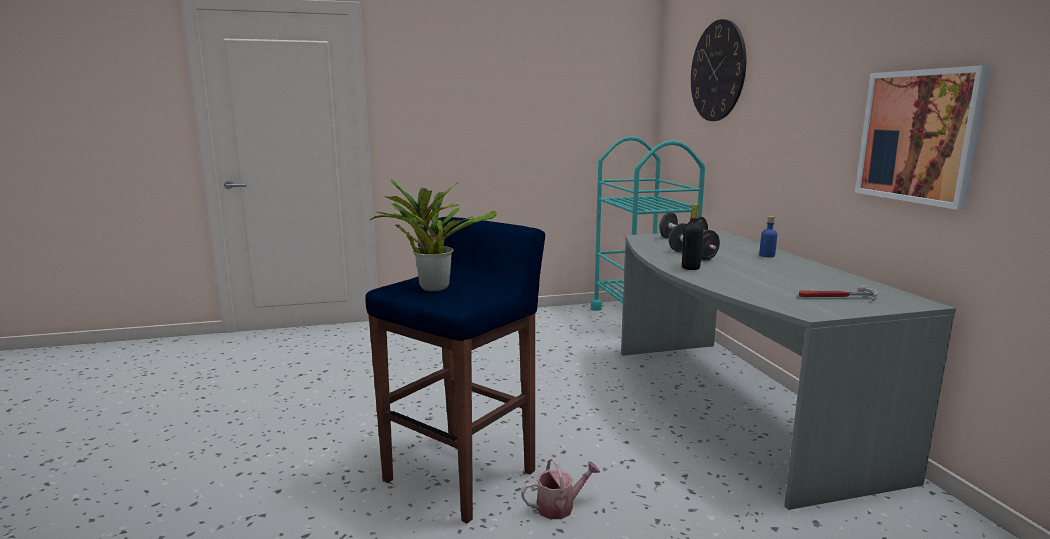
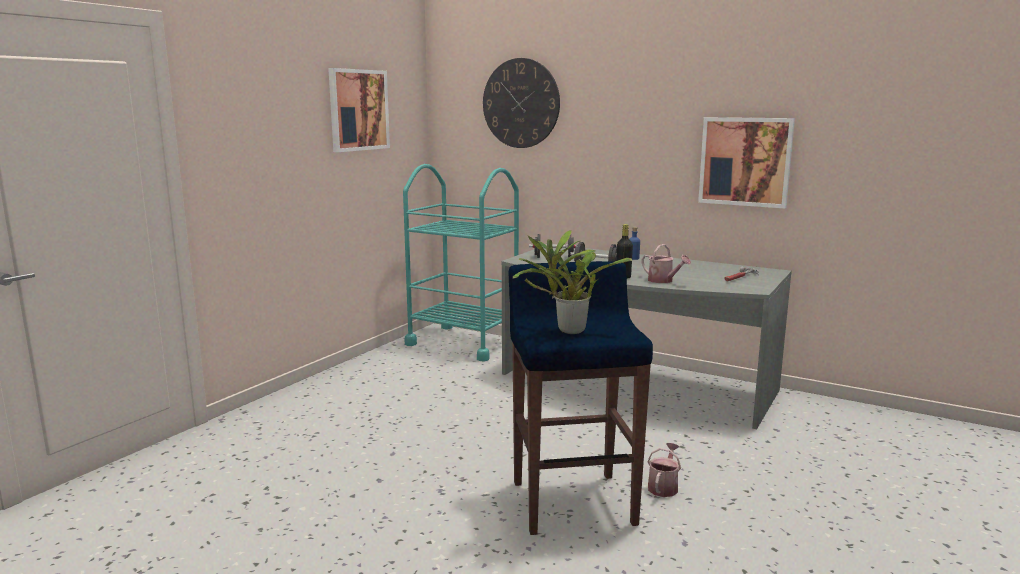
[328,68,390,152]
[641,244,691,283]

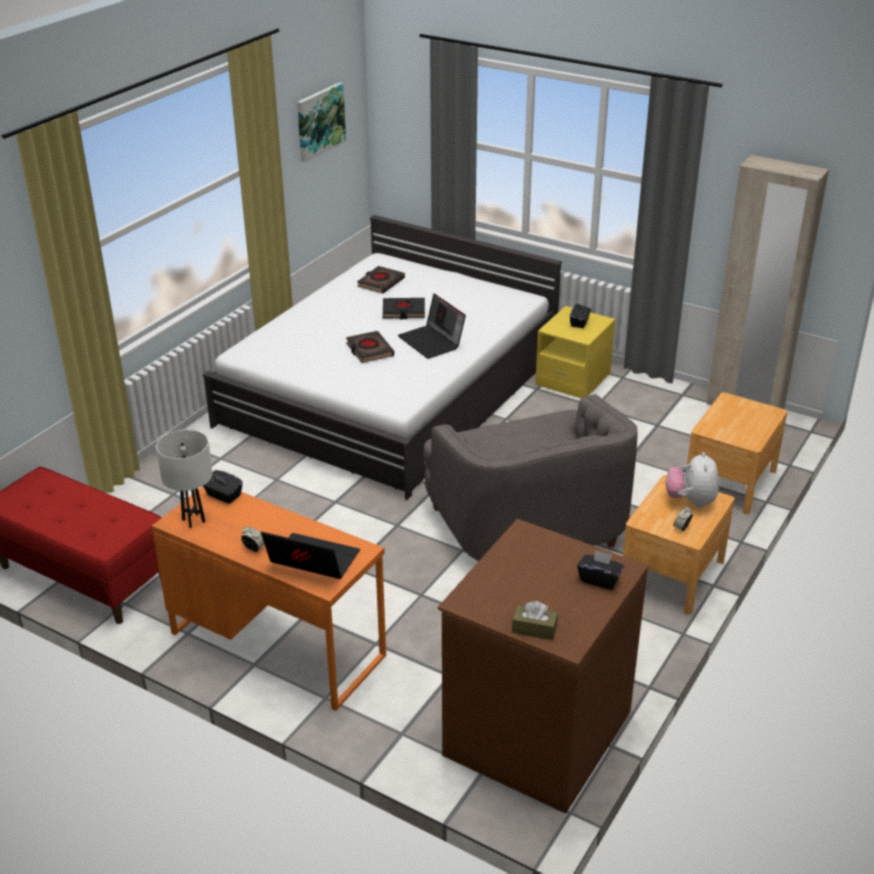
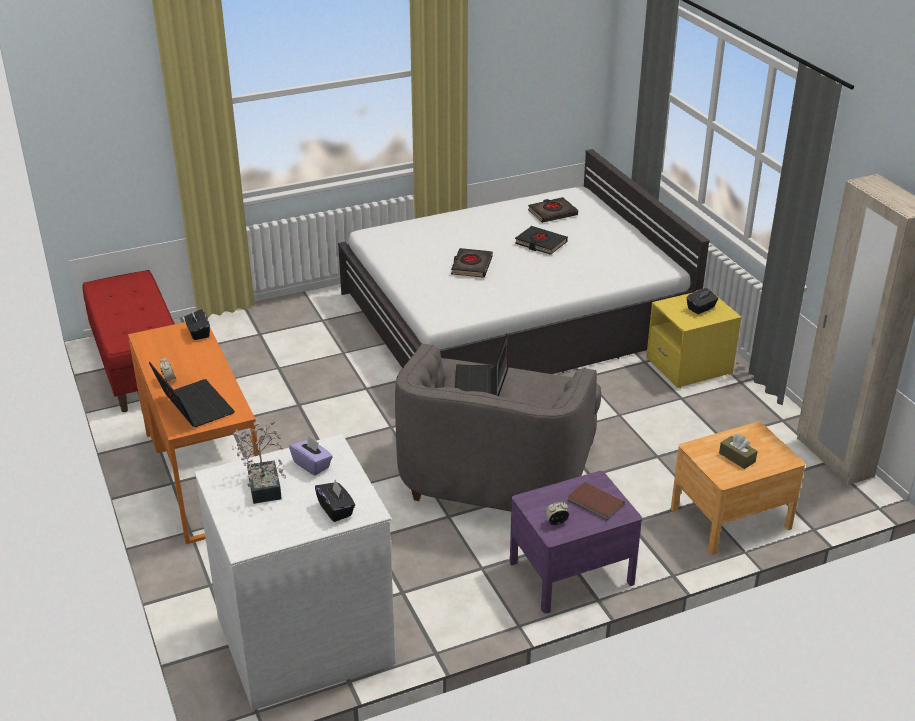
[156,430,212,528] (first image)
[297,82,346,163] (first image)
[455,333,508,396]
[194,434,396,710]
[719,434,758,469]
[510,471,642,613]
[567,482,625,521]
[231,421,286,504]
[289,435,333,476]

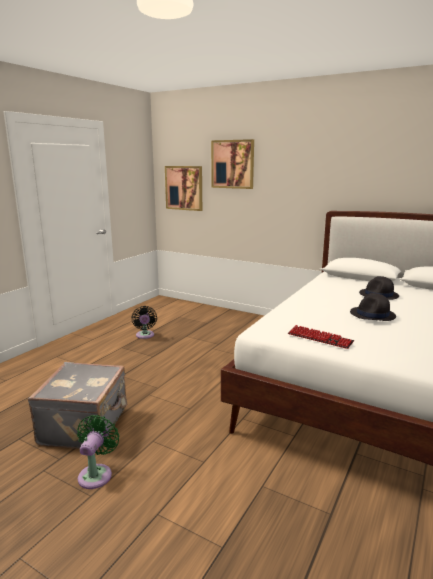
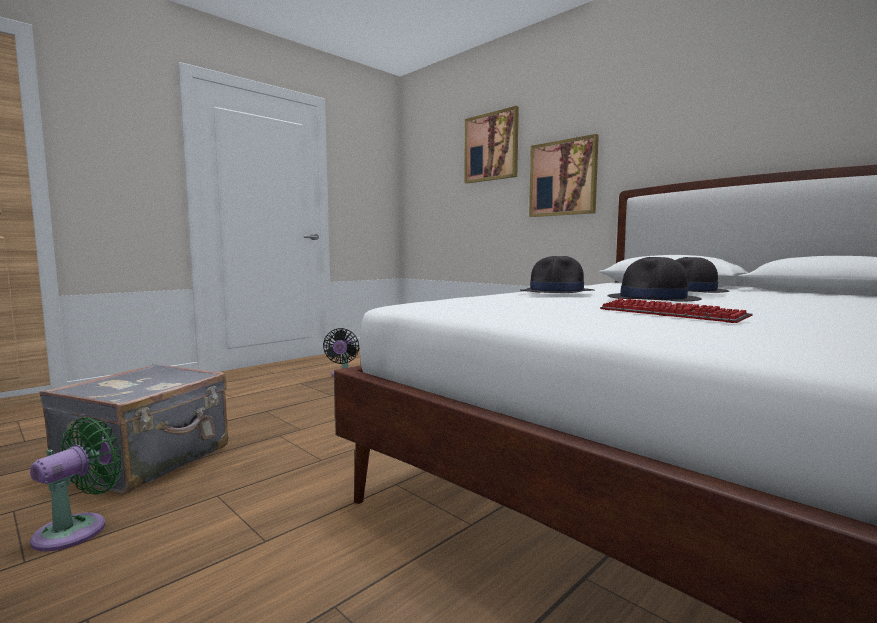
[529,134,599,217]
[600,298,753,323]
[520,256,595,293]

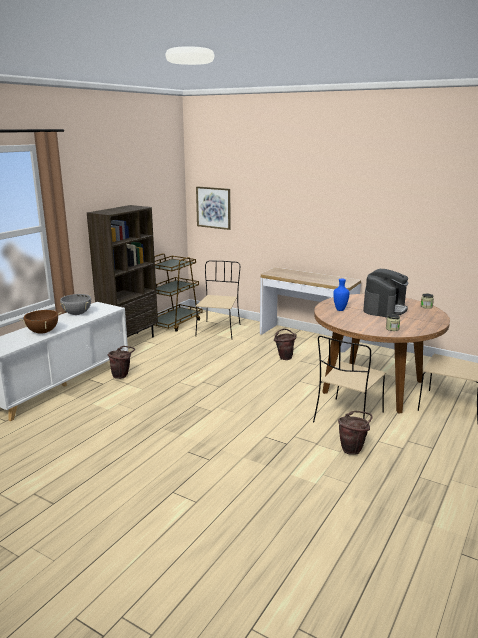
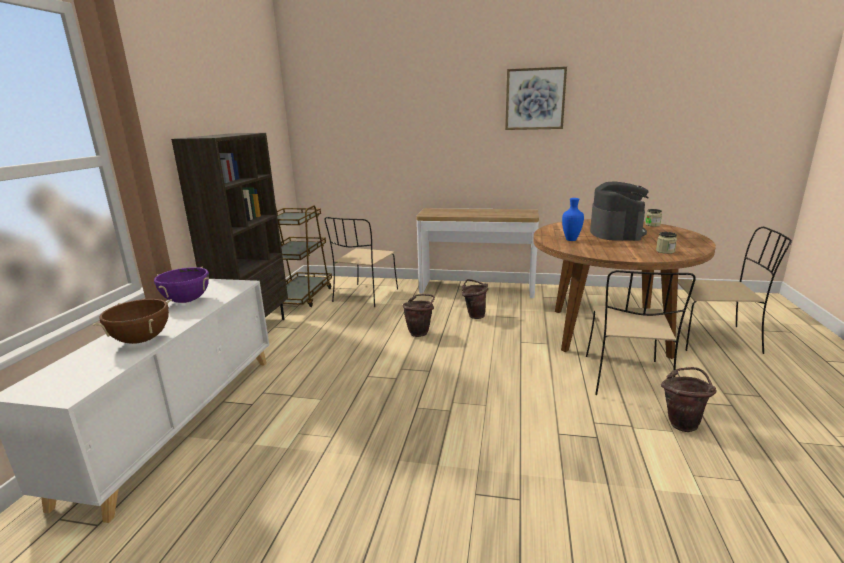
[154,266,209,303]
[402,294,435,337]
[325,217,398,307]
[505,66,567,130]

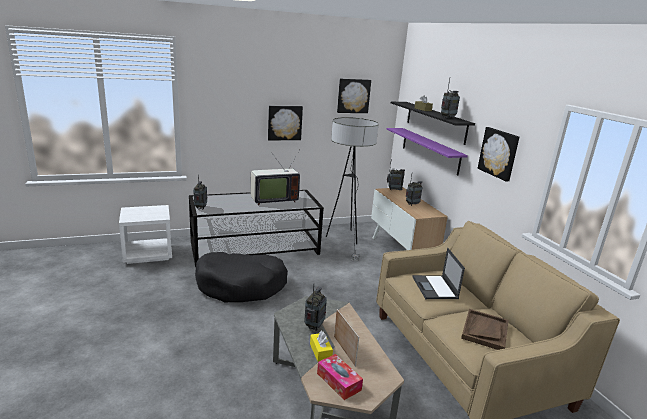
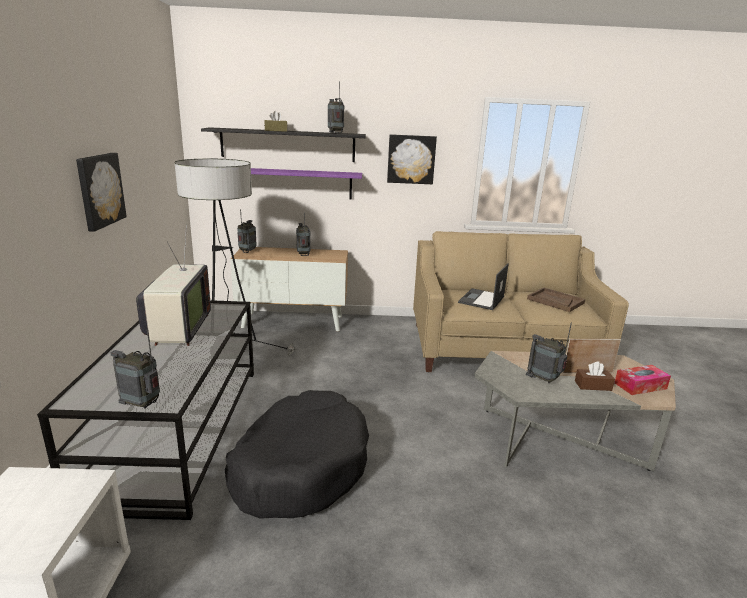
[575,361,615,391]
[337,79,371,113] (first image)
[458,263,509,310]

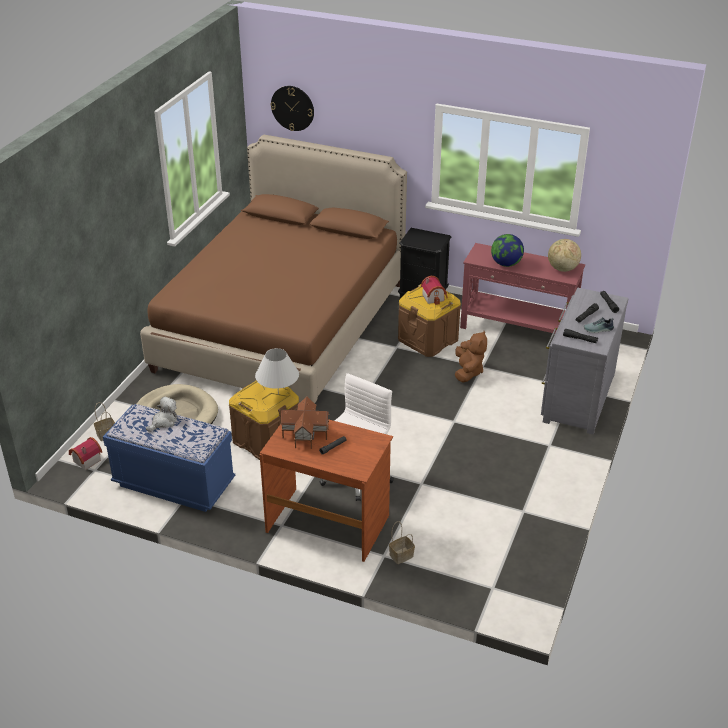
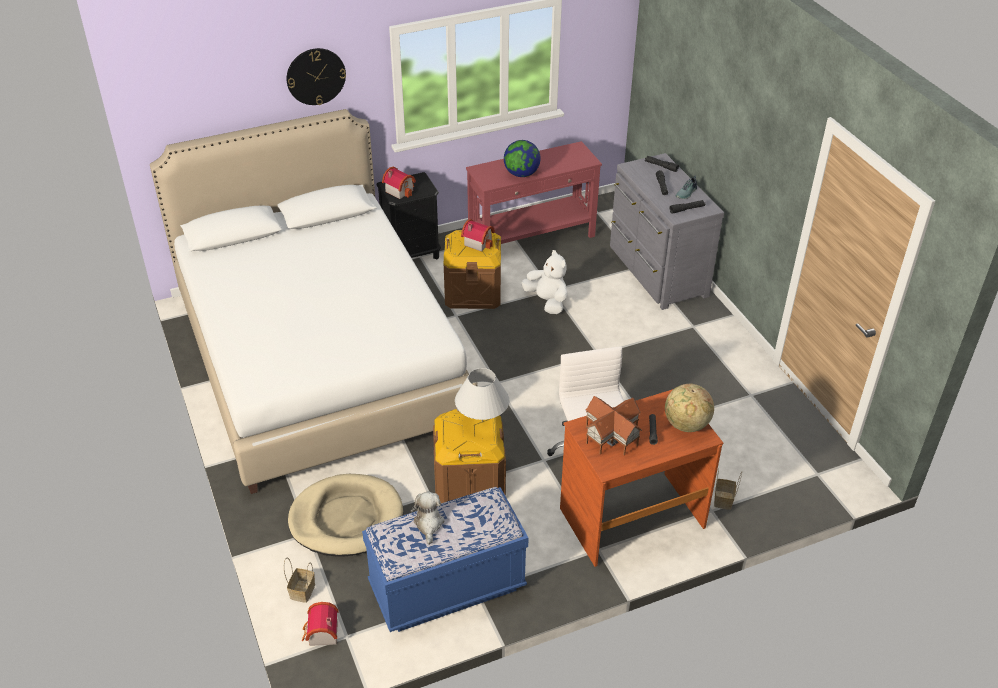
[150,109,478,494]
[287,48,346,105]
[522,250,568,314]
[665,384,714,432]
[382,167,416,199]

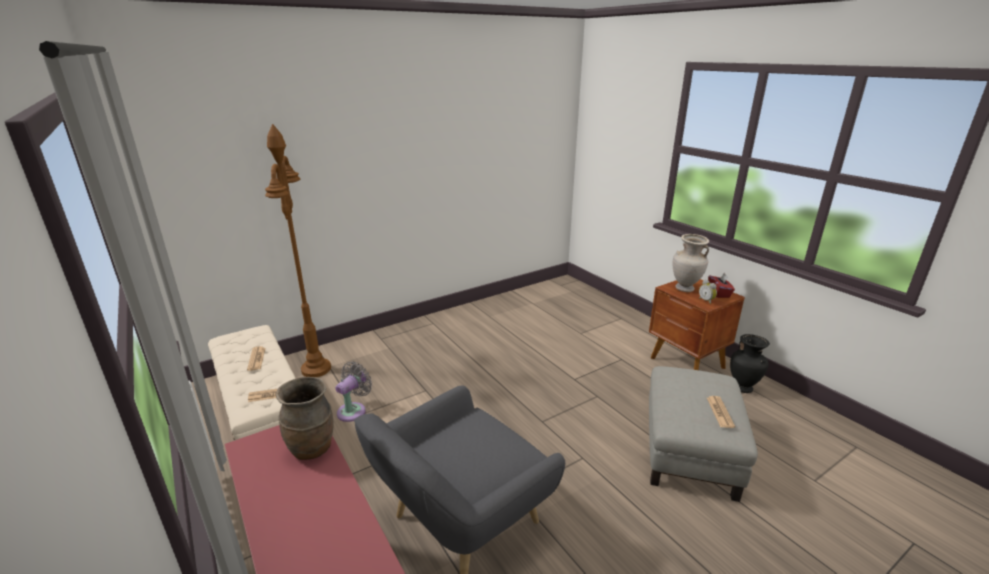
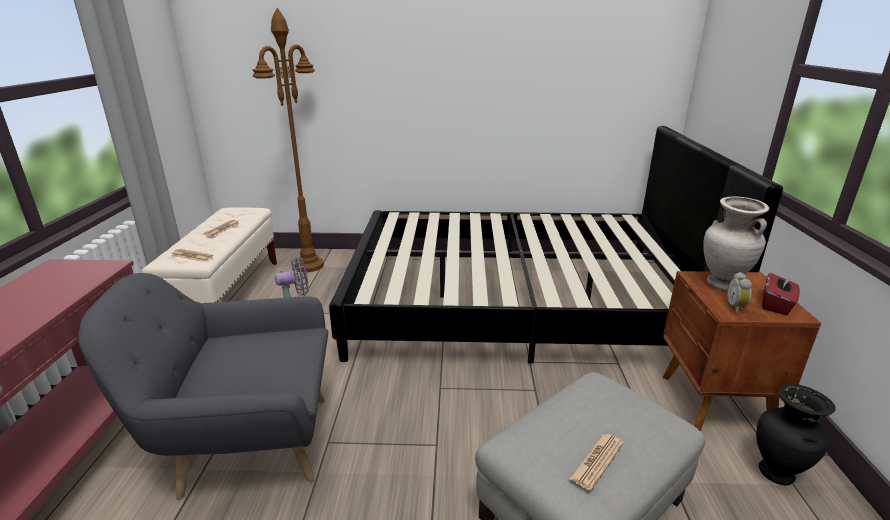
[276,377,333,460] (first image)
[329,126,783,363]

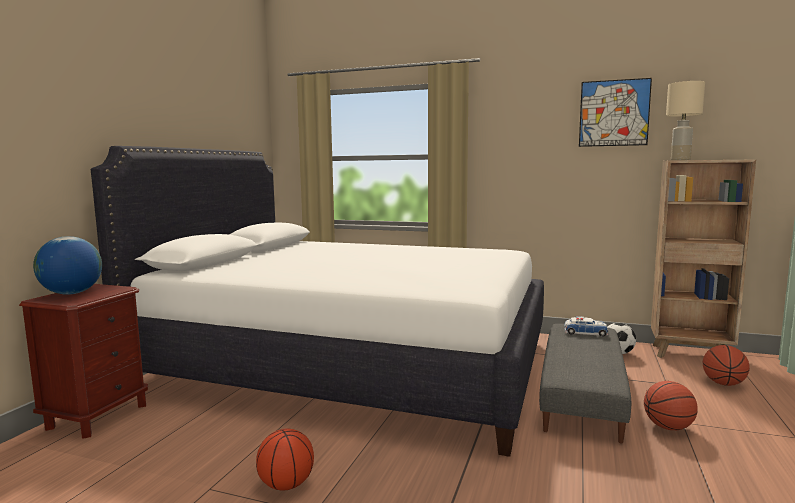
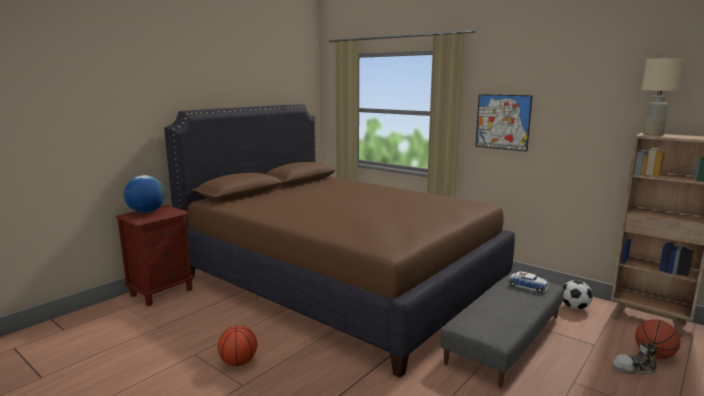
[164,104,515,378]
[475,94,533,152]
[644,381,698,430] (first image)
[613,343,657,374]

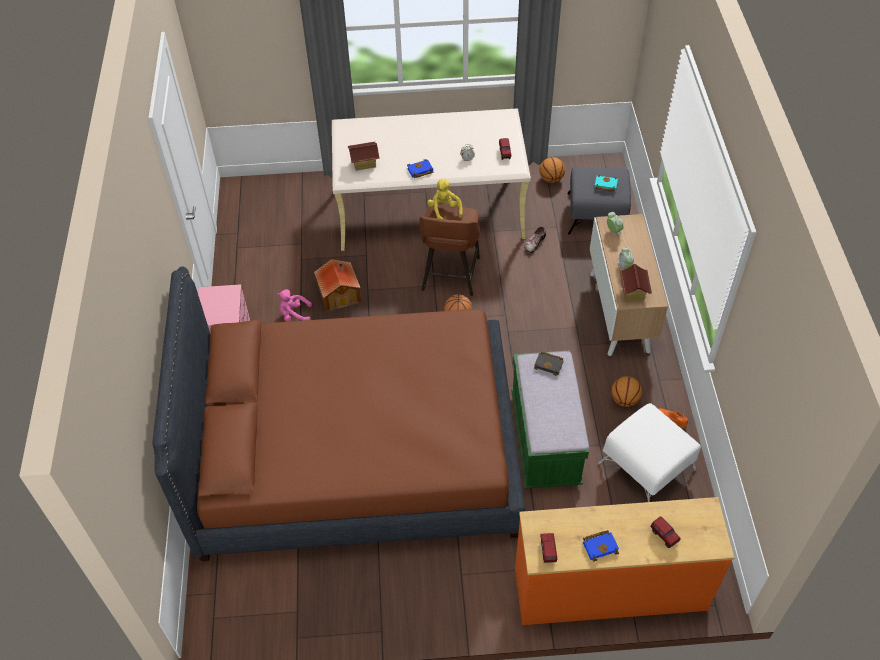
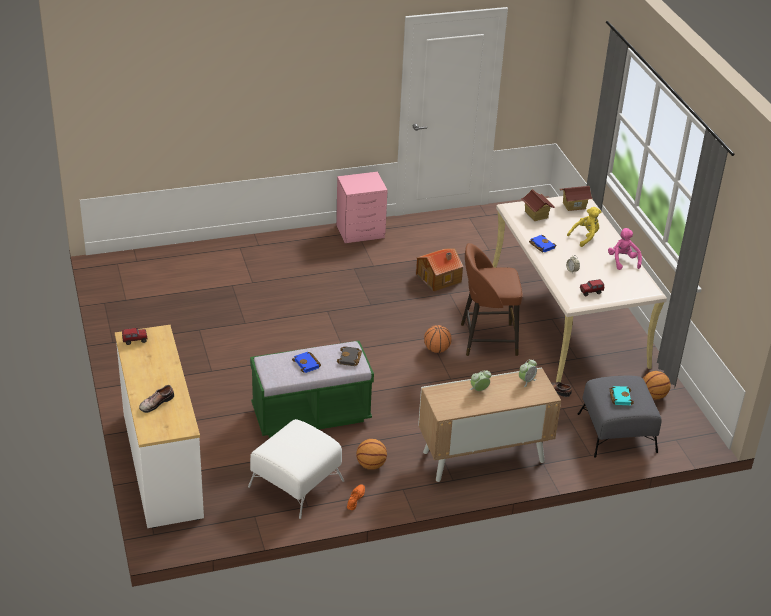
[152,266,526,561] (first image)
[608,228,642,270]
[567,207,601,247]
[115,325,204,528]
[292,352,321,373]
[560,186,592,211]
[139,385,174,413]

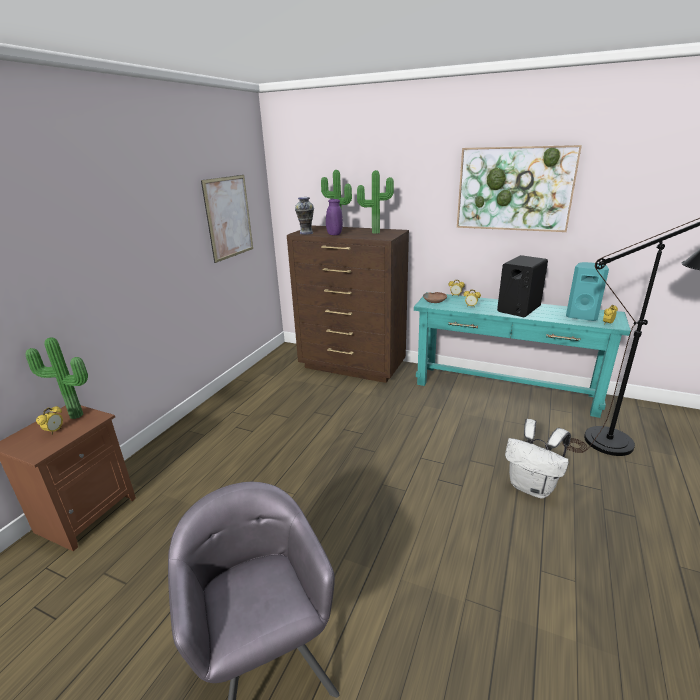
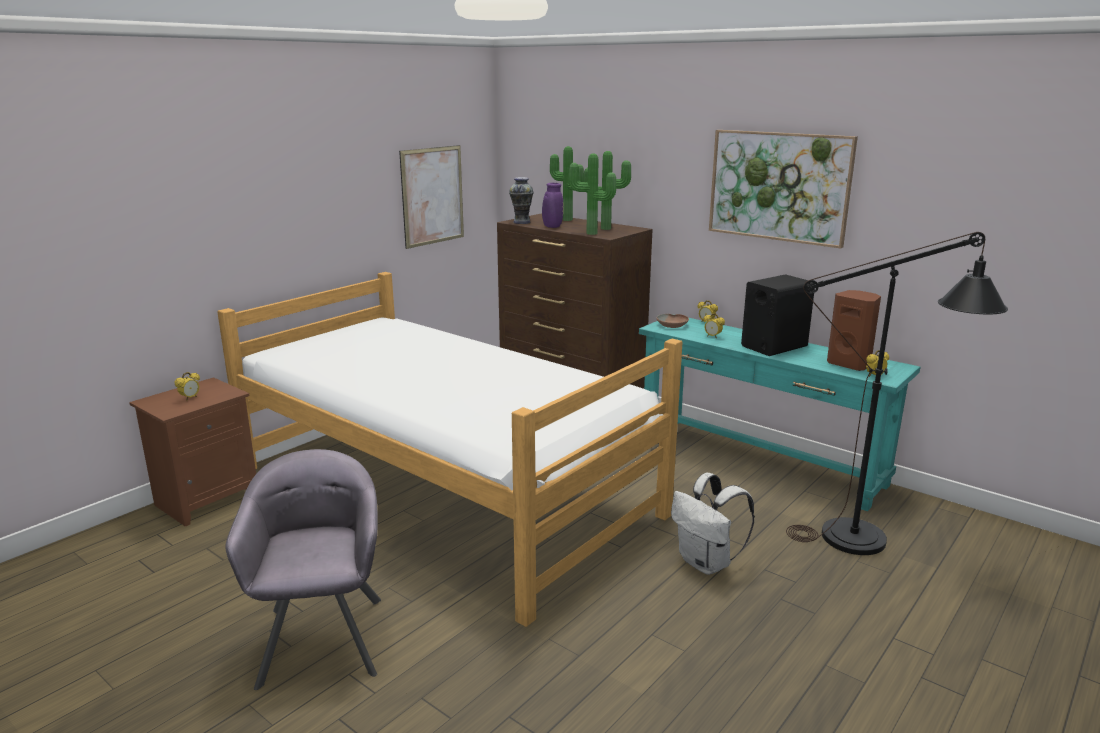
[569,153,616,235]
[827,290,881,371]
[217,272,683,627]

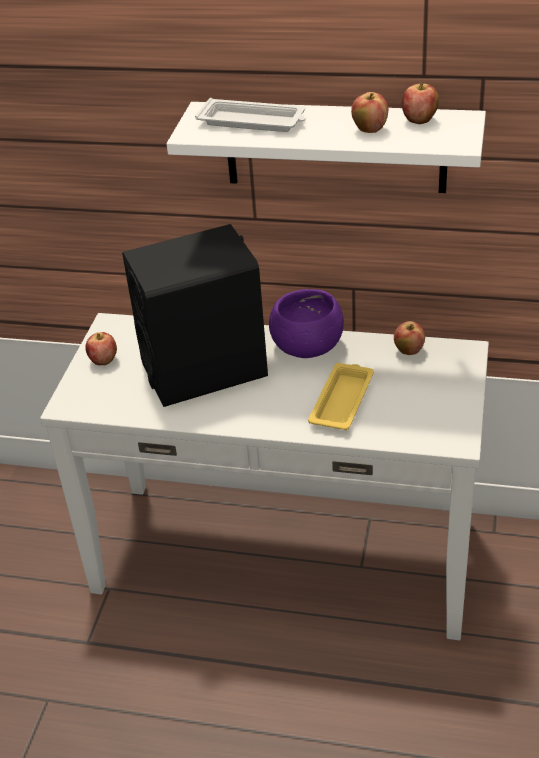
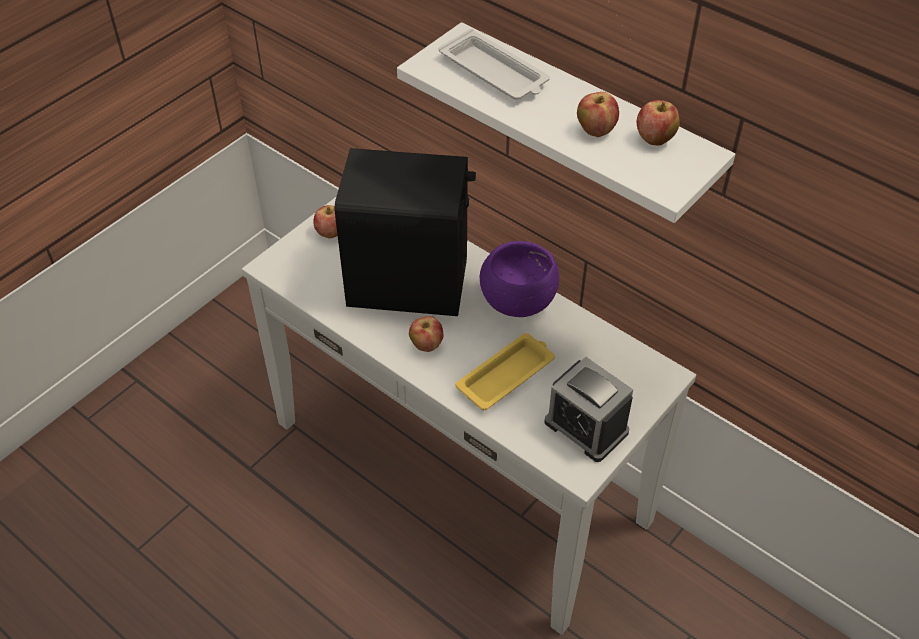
[409,316,443,352]
[544,357,633,462]

